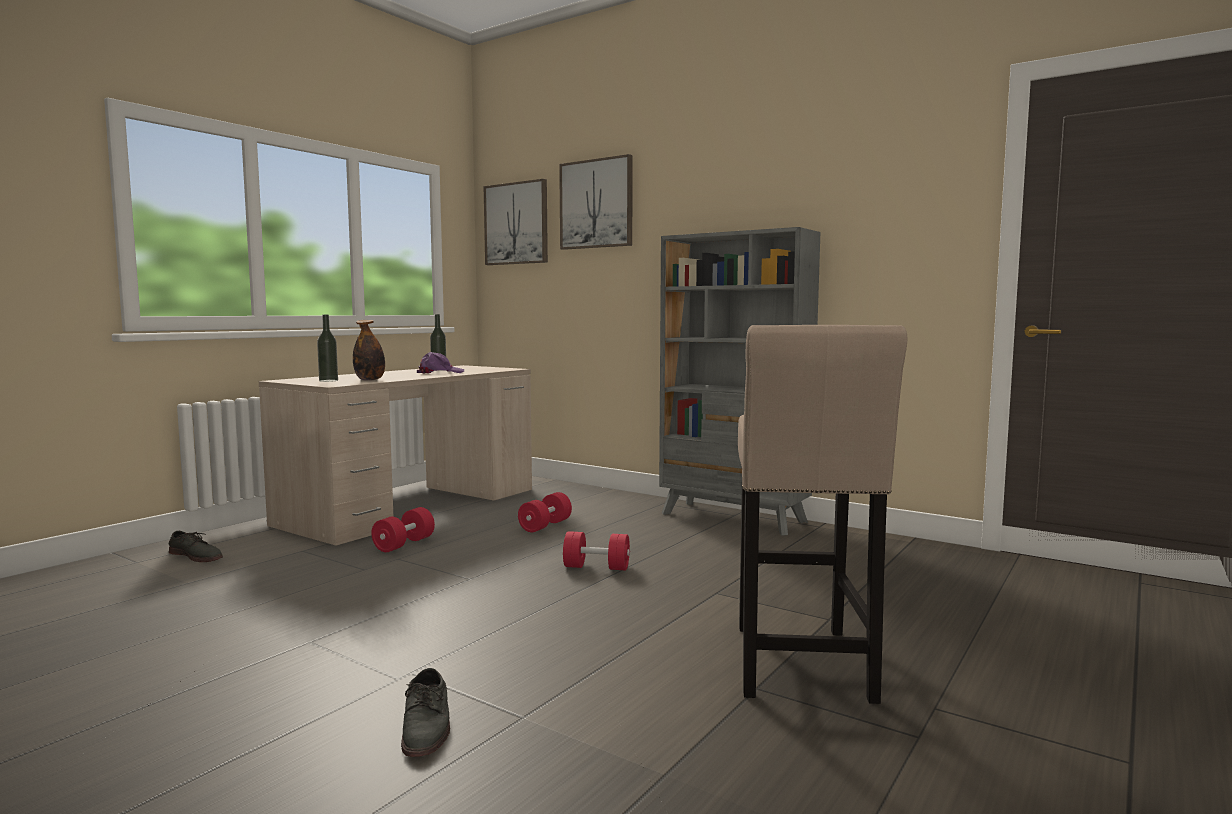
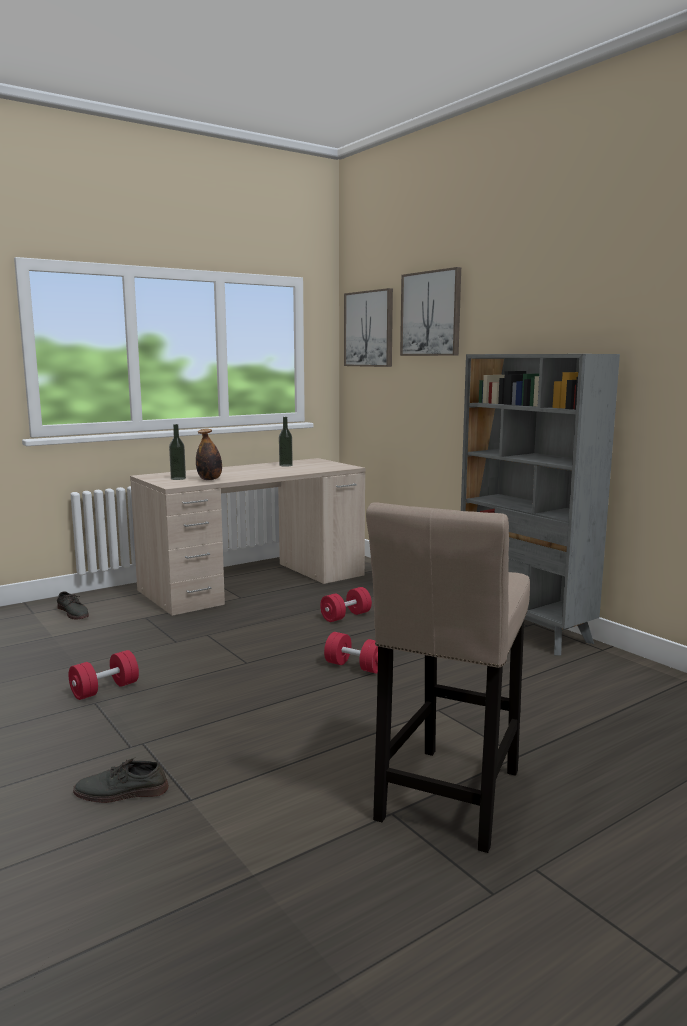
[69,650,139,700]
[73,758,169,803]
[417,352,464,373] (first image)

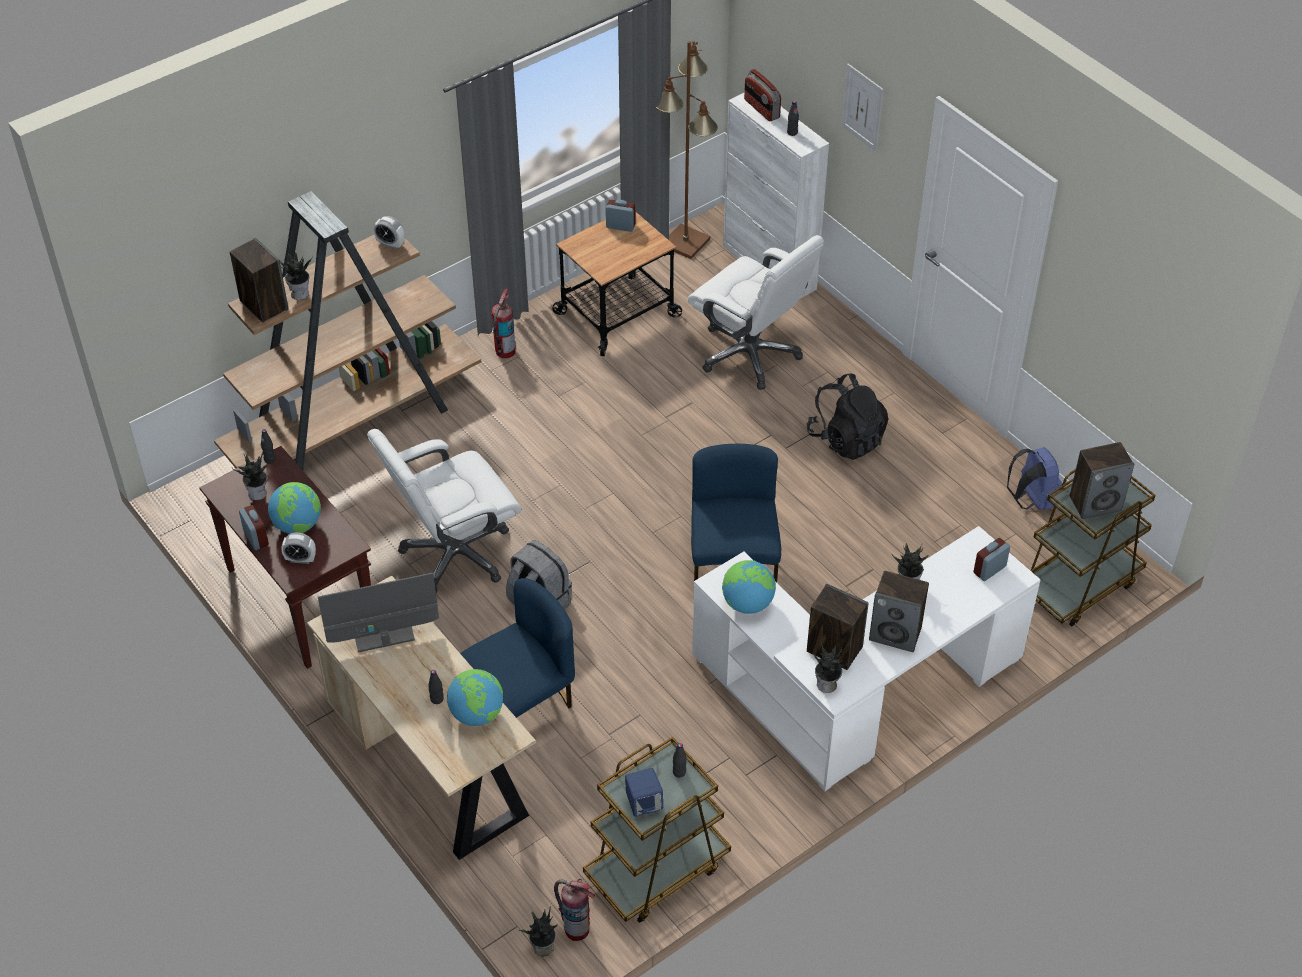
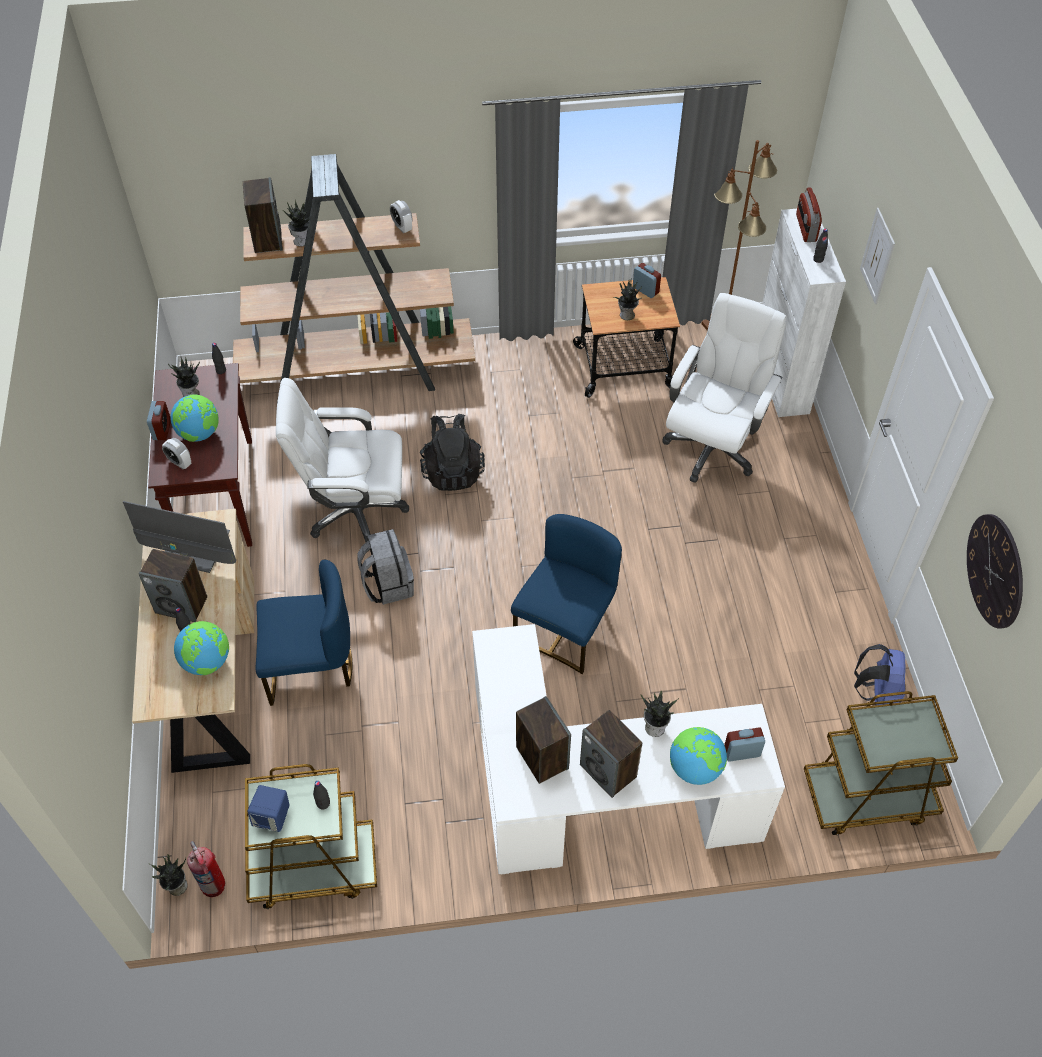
[491,288,516,358] (first image)
[662,293,787,483]
[670,727,727,785]
[420,414,485,491]
[612,278,642,320]
[139,549,207,622]
[967,514,1023,629]

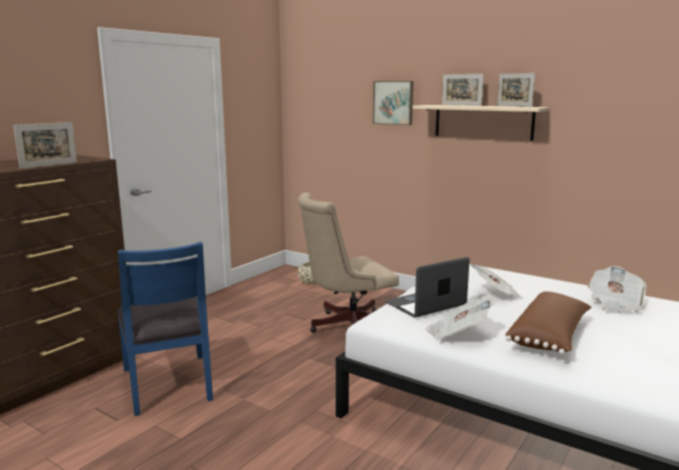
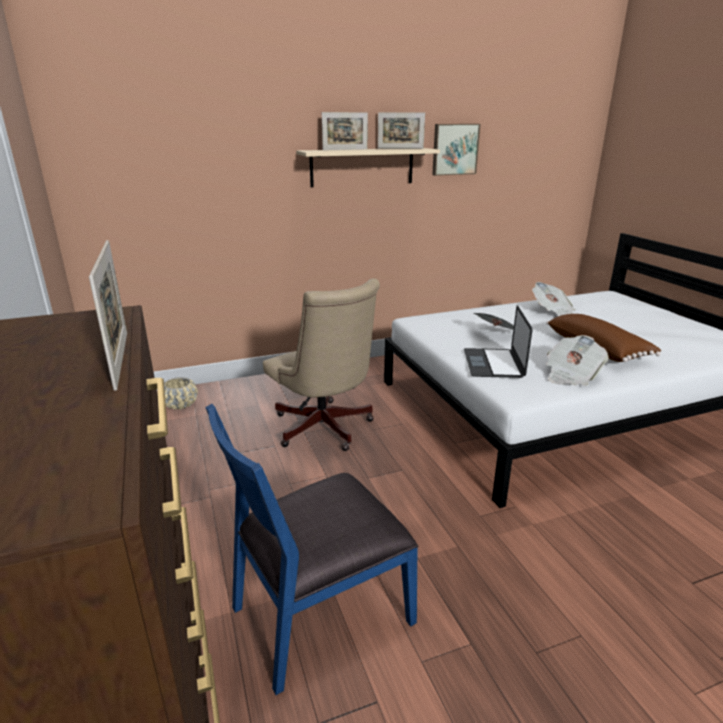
[205,404,418,695]
[263,278,380,451]
[432,124,480,176]

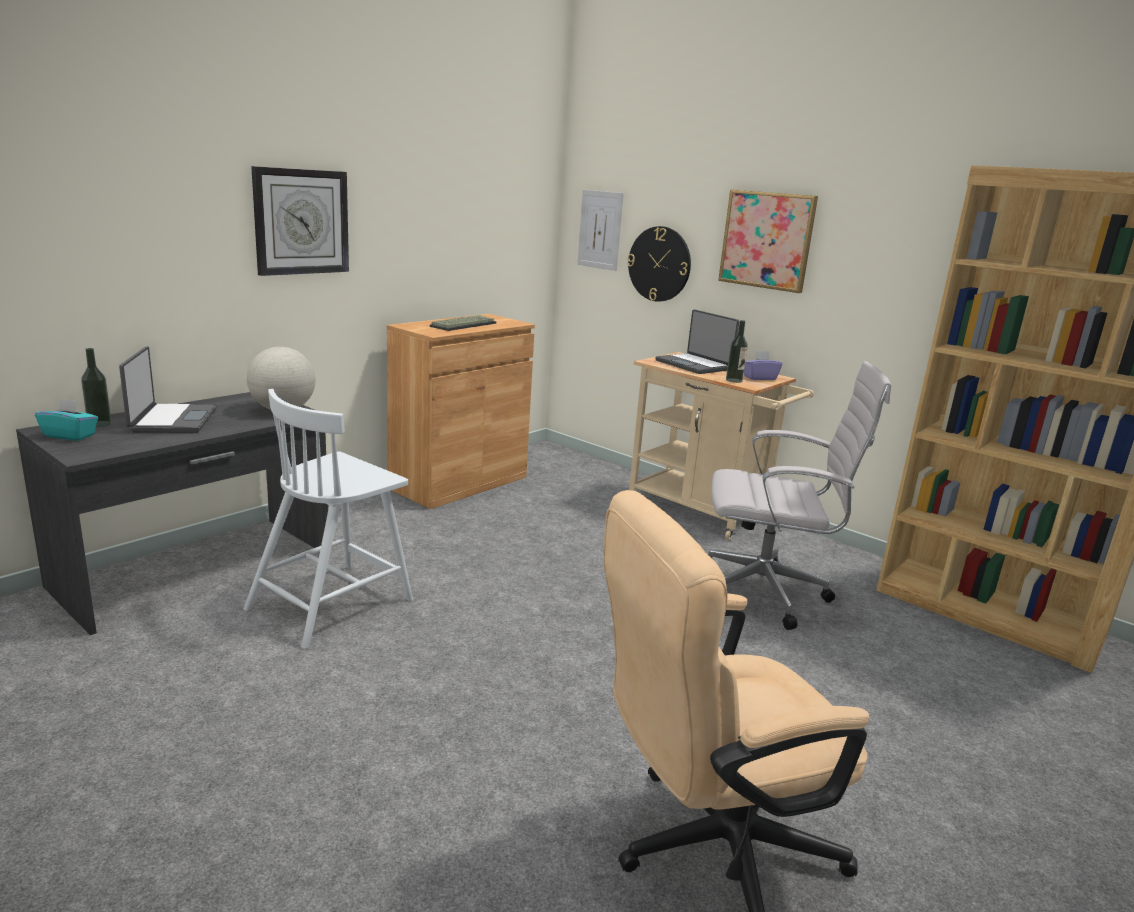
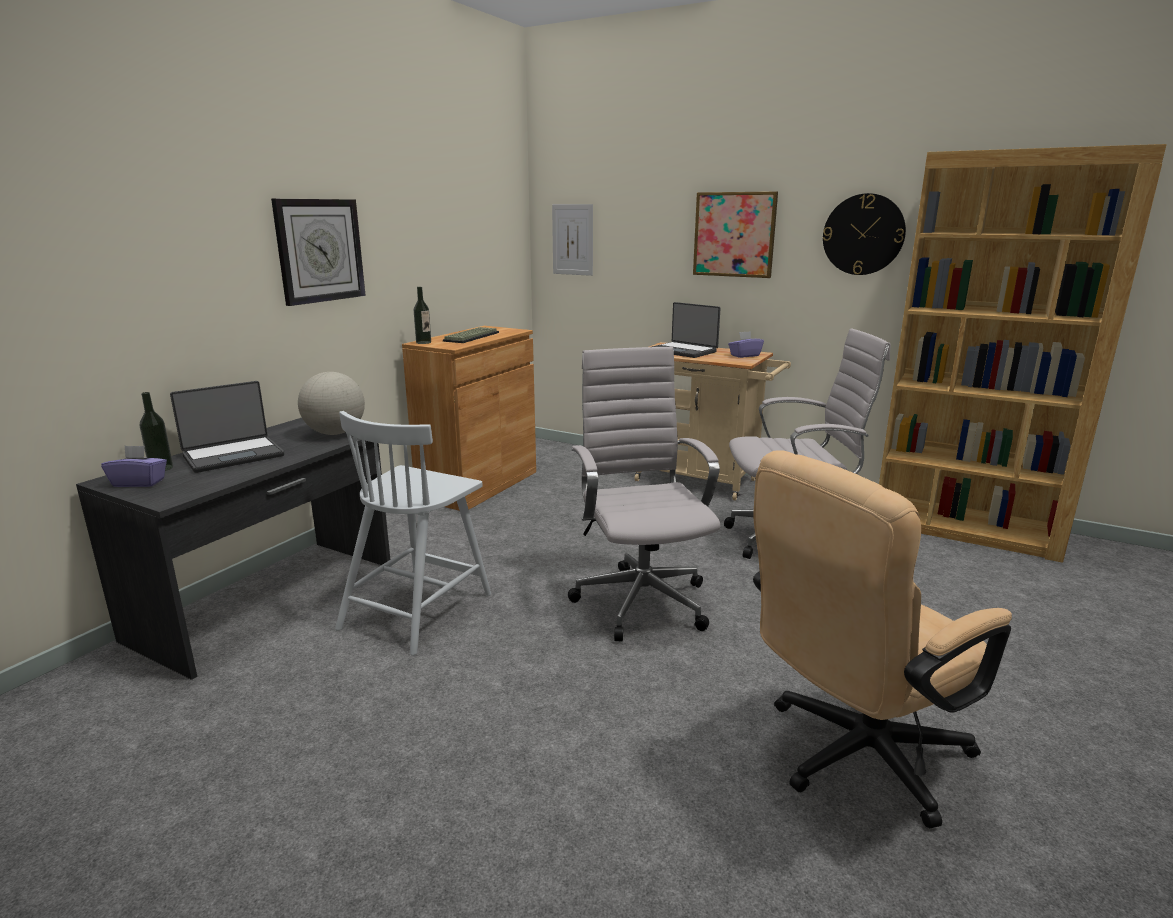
[101,446,167,487]
[170,381,284,473]
[823,193,906,275]
[414,287,431,344]
[568,347,720,641]

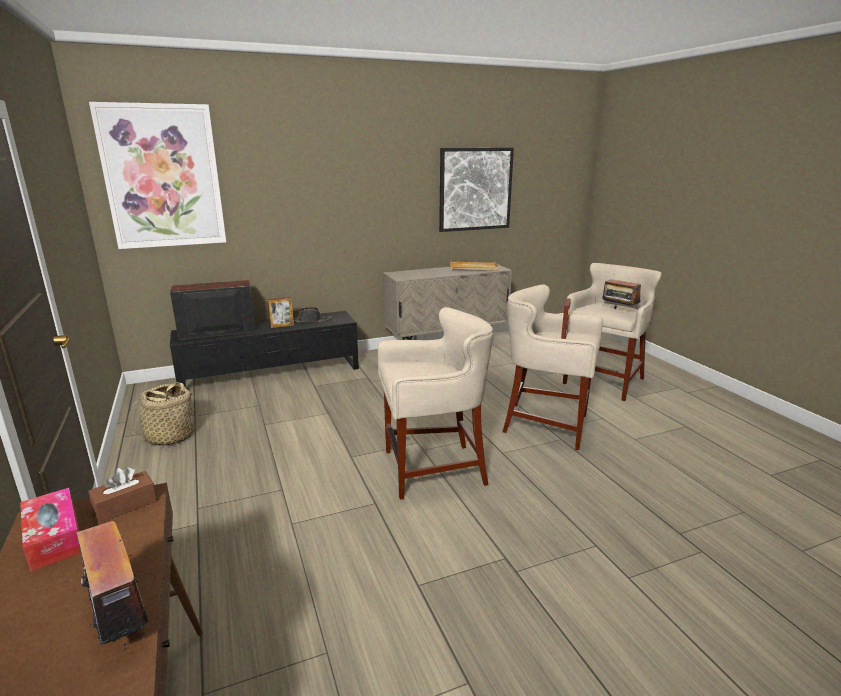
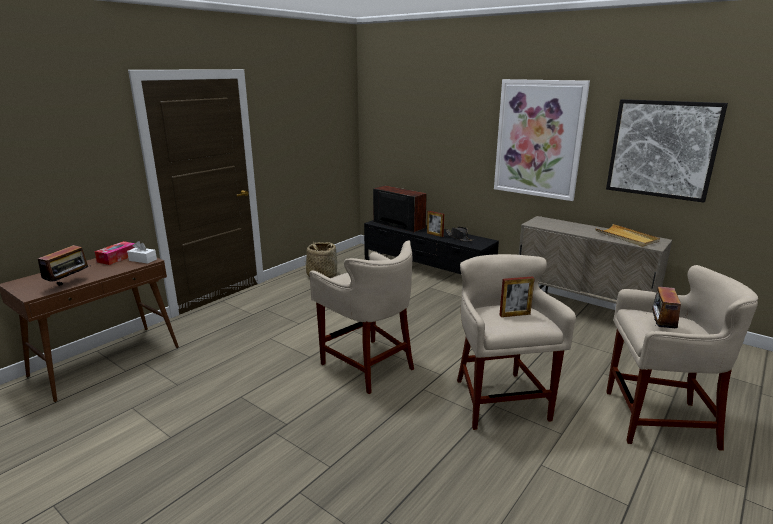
[127,241,157,264]
[494,79,590,201]

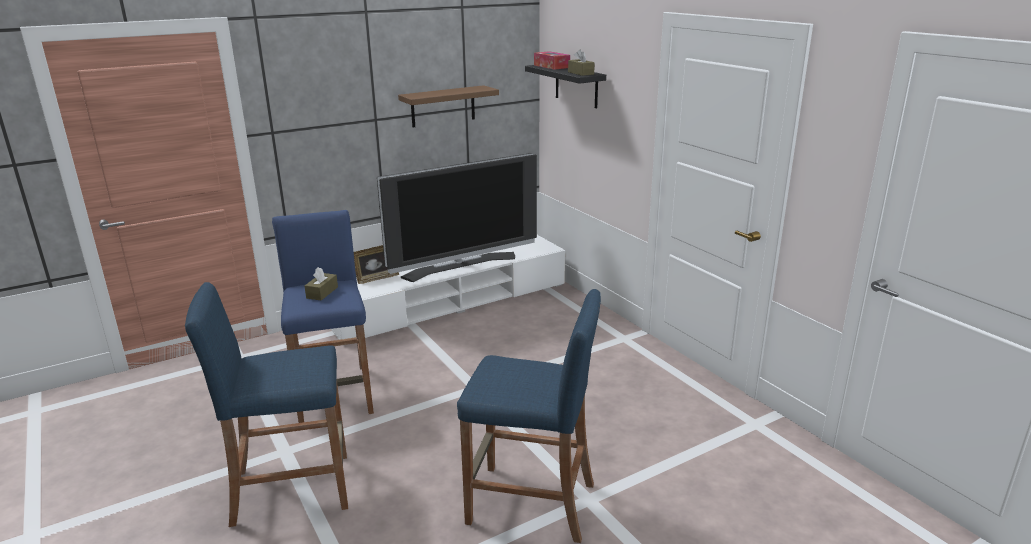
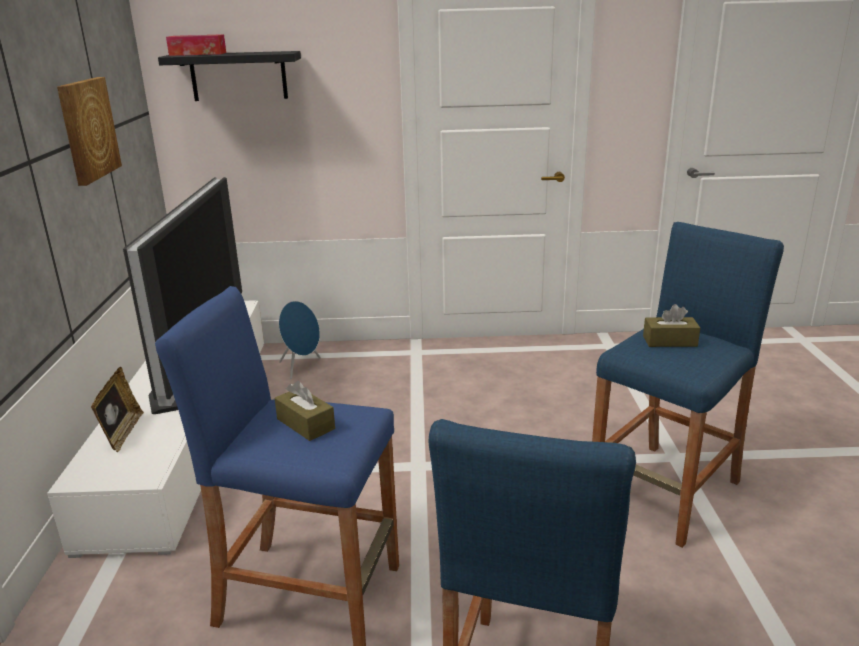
[57,77,122,186]
[643,304,700,347]
[279,301,321,379]

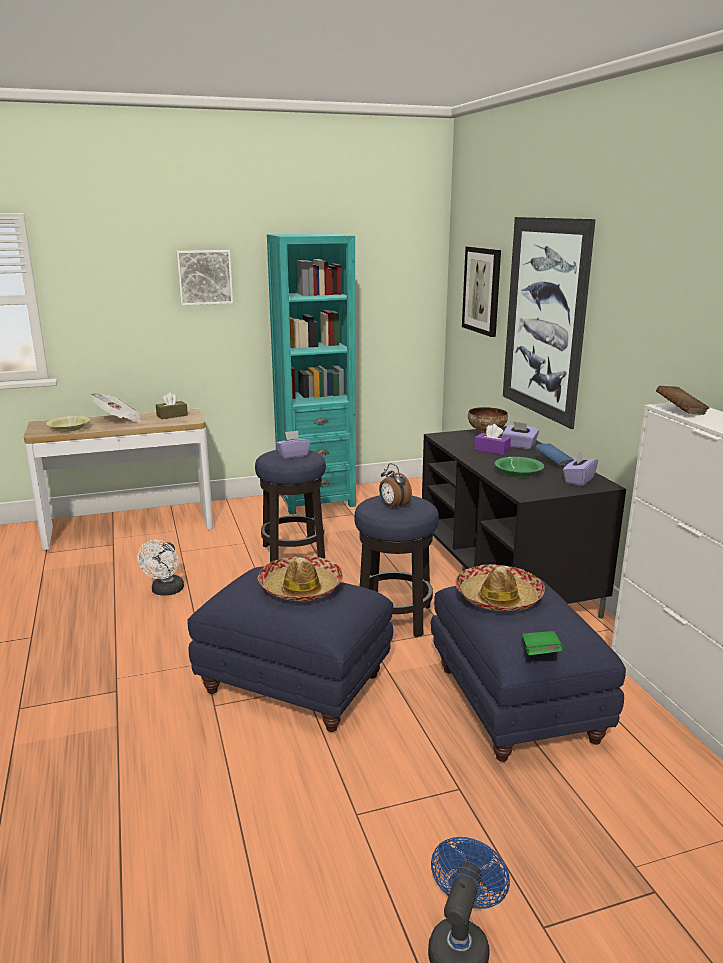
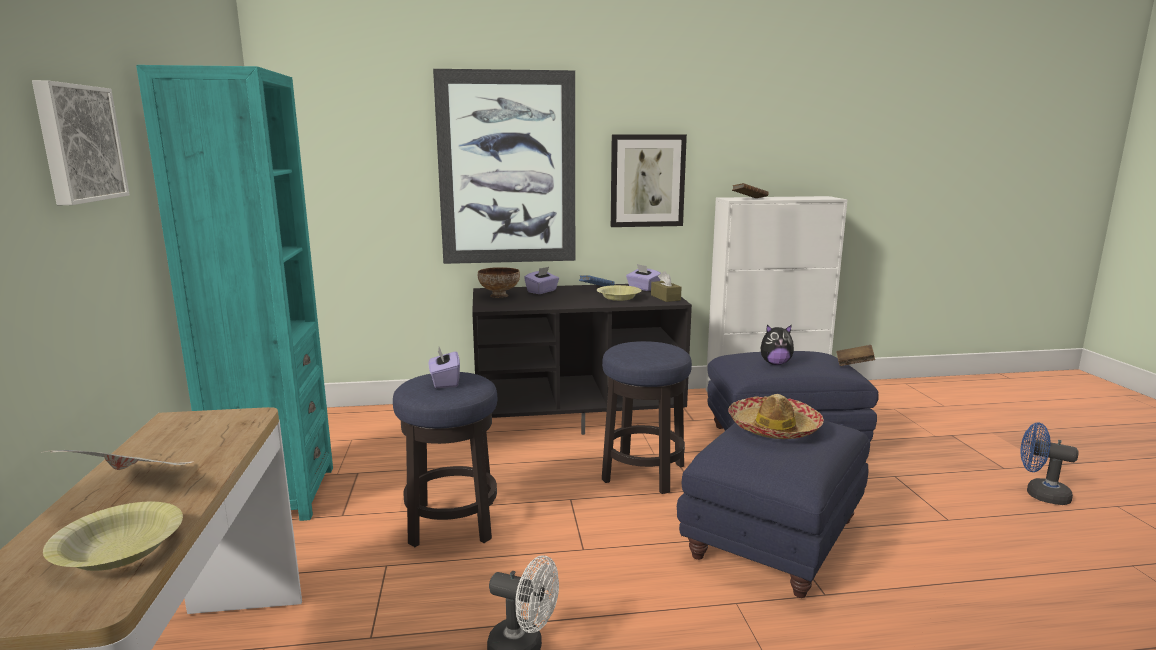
[651,271,682,302]
[379,463,412,510] (first image)
[761,325,794,365]
[611,135,687,227]
[474,424,511,455] (first image)
[597,285,642,301]
[836,345,875,366]

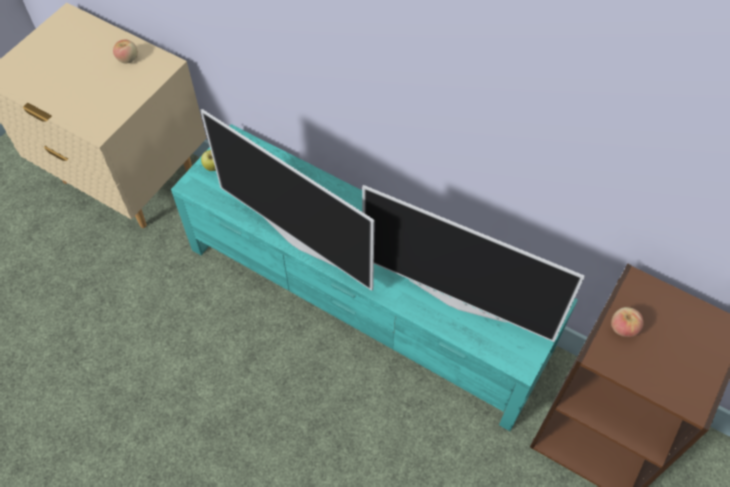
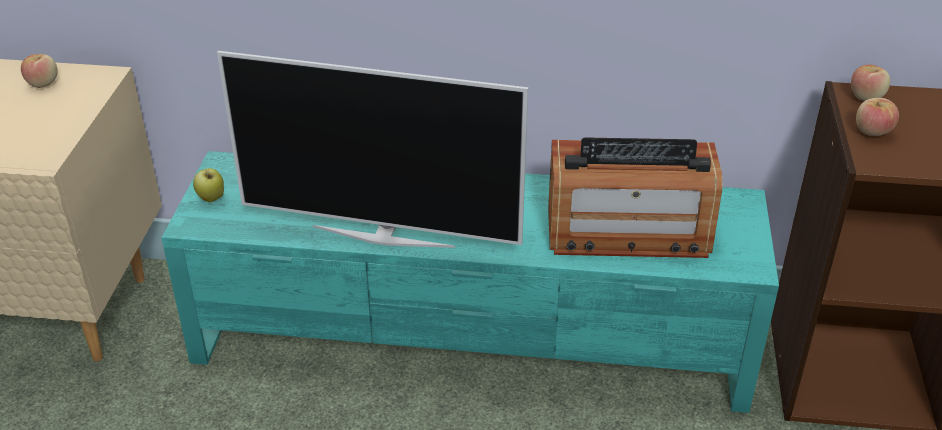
[548,137,723,258]
[851,64,890,101]

